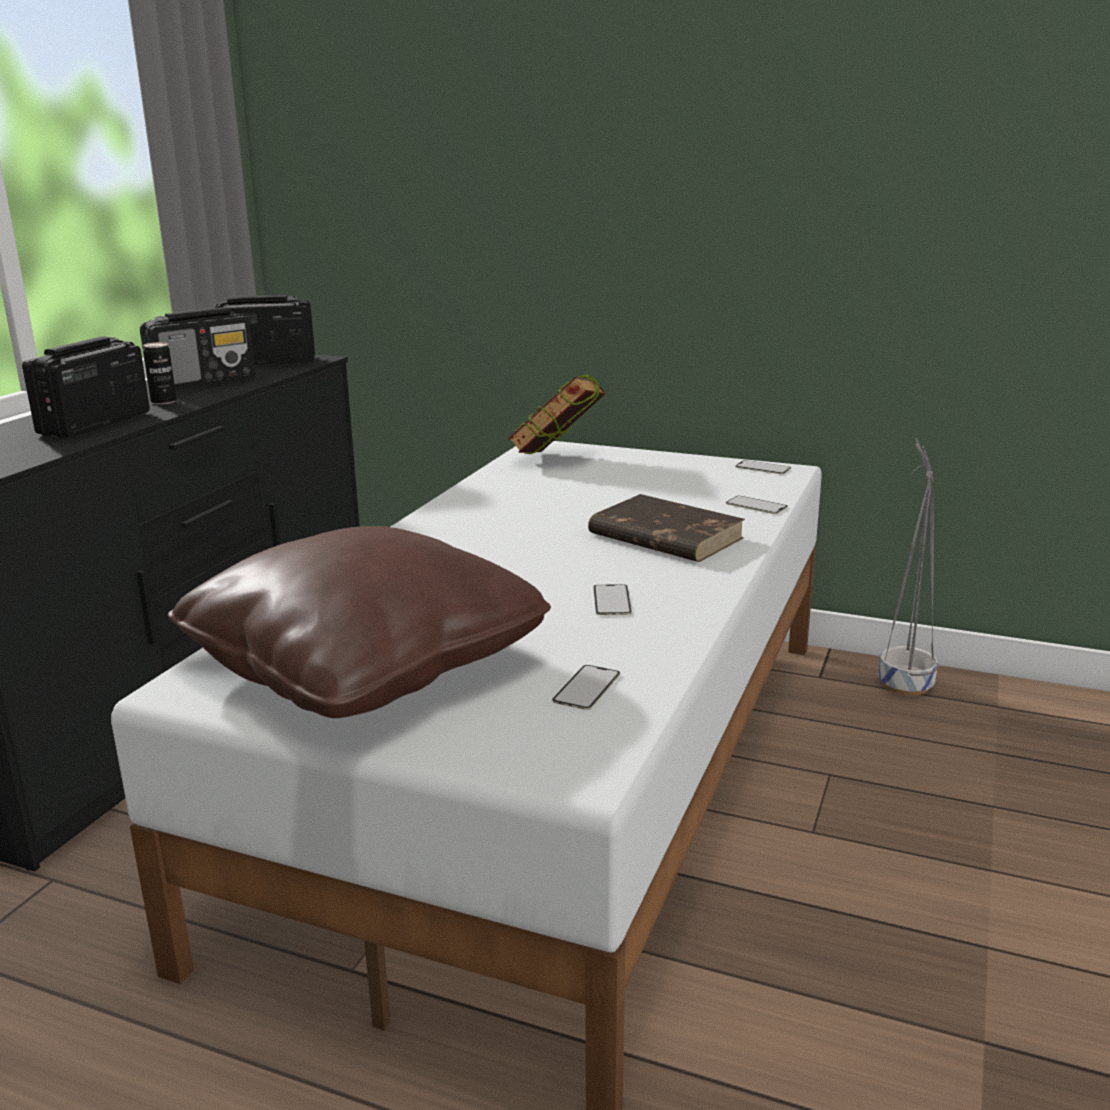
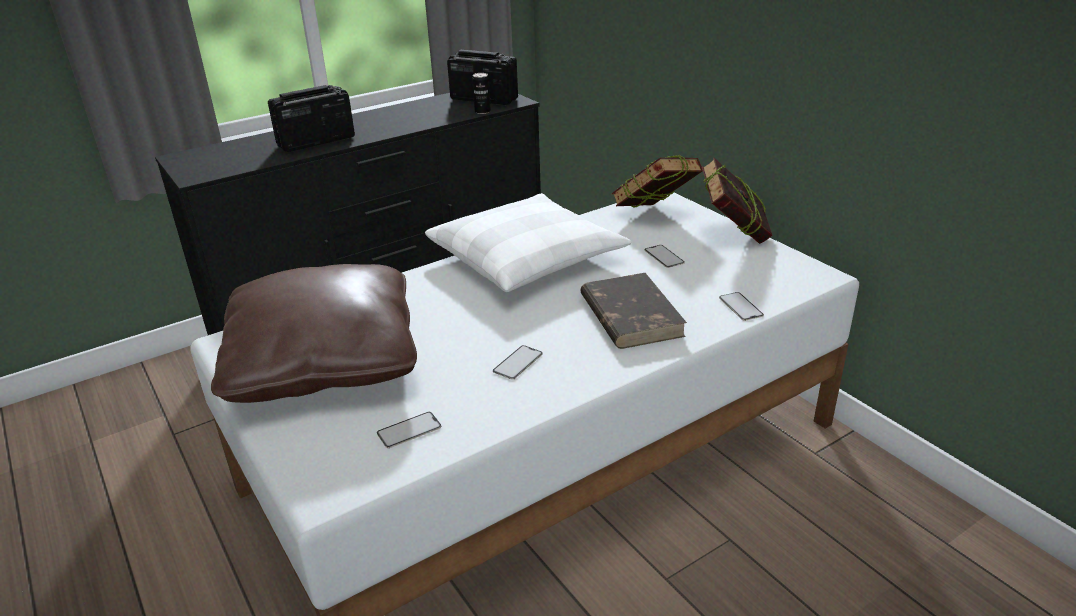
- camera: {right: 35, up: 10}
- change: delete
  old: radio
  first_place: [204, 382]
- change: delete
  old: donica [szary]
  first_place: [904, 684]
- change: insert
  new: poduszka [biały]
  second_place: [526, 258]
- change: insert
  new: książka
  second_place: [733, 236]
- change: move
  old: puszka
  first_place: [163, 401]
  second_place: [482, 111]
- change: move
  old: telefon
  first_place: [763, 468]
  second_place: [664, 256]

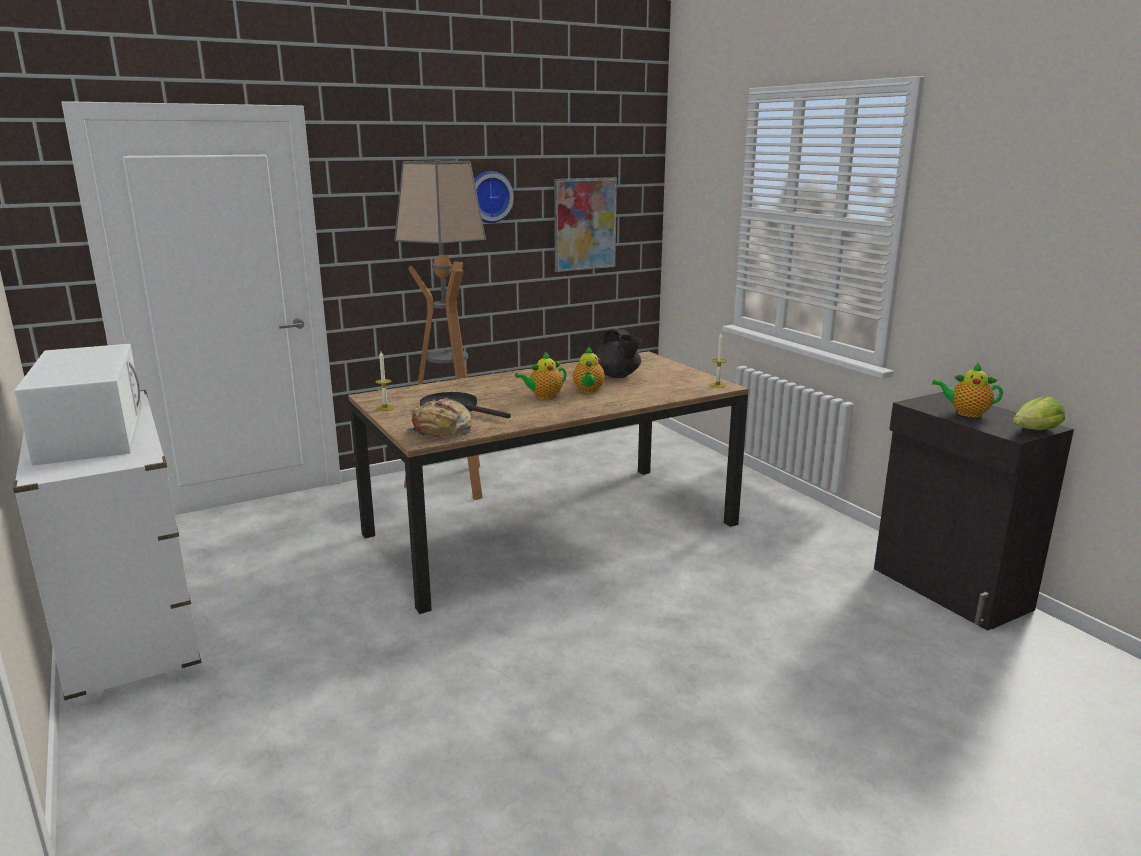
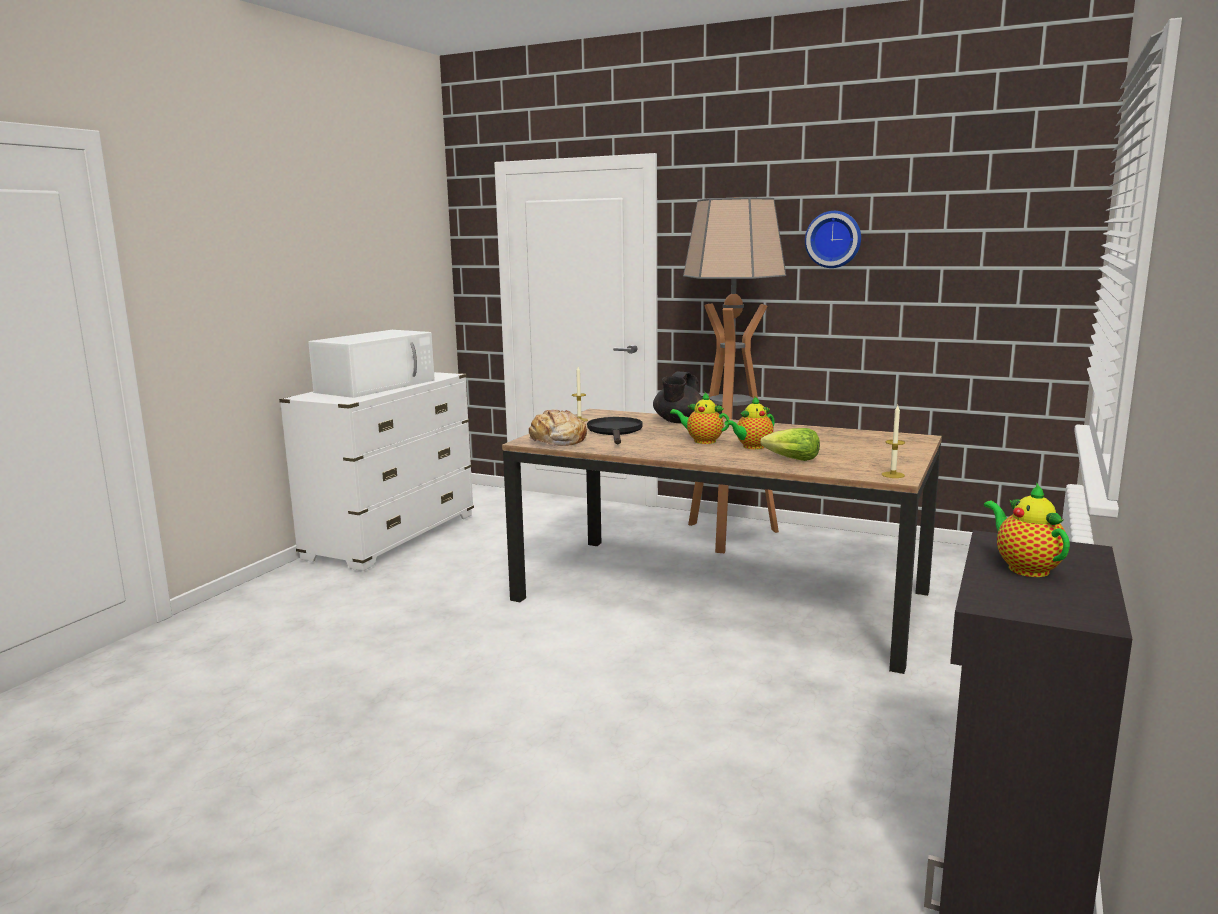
- camera: {right: 55, up: -5}
- change: delete
  old: obraz
  first_place: [584, 224]
- change: move
  old: imbryk [czarny]
  first_place: [617, 376]
  second_place: [678, 421]
- change: move
  old: sałata
  first_place: [1035, 431]
  second_place: [791, 459]

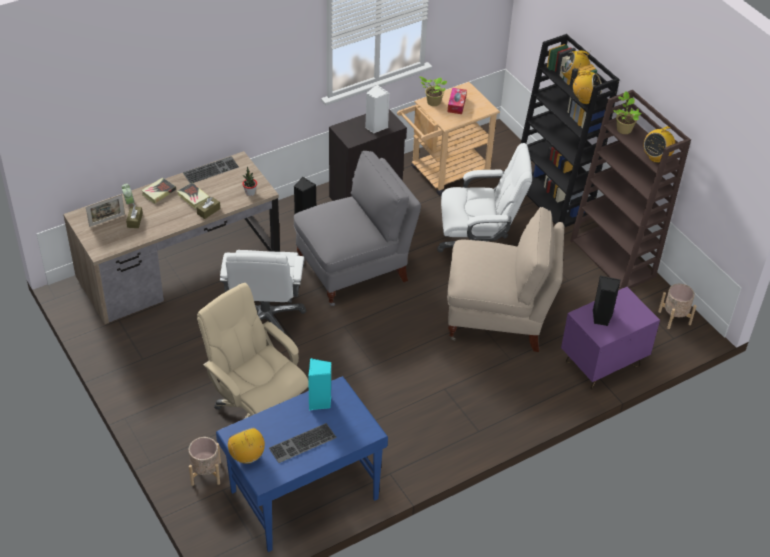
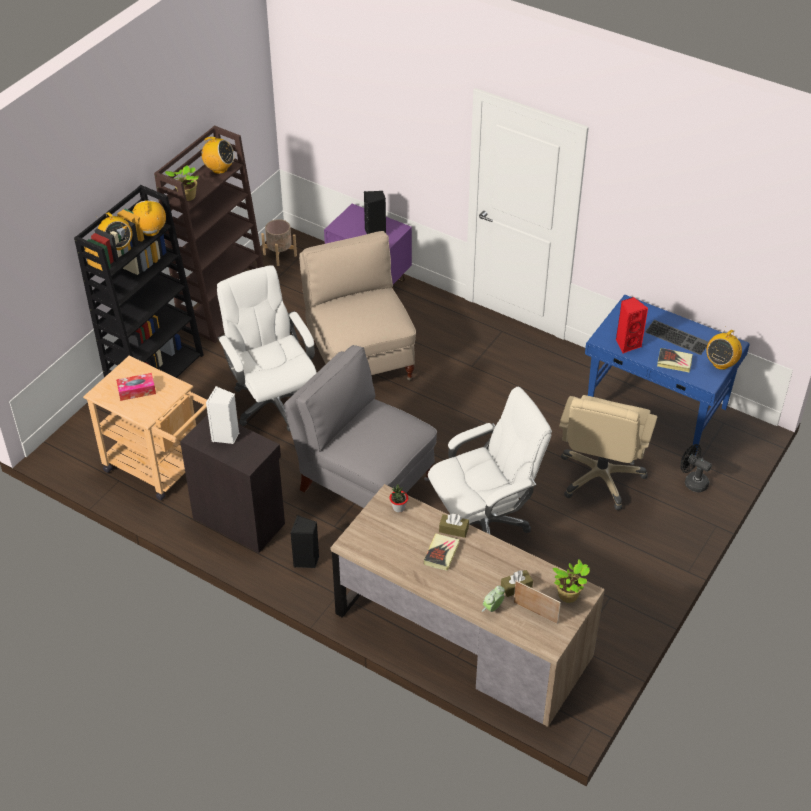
- camera: {right: -115, up: 0}
- change: delete
  old: klawiatura
  first_place: [211, 169]
- change: move
  old: książka
  first_place: [159, 192]
  second_place: [674, 362]
- change: move
  old: roślina doniczkowa
  first_place: [432, 102]
  second_place: [569, 596]
- change: replace
  old: donica [beżowy]
  new: wentylator [czarny]
  first_place: [206, 473]
  second_place: [692, 482]
- change: recolor
  old: głośnik [turkusowy]
  new: głośnik [czerwony]
  first_place: [319, 402]
  second_place: [627, 344]

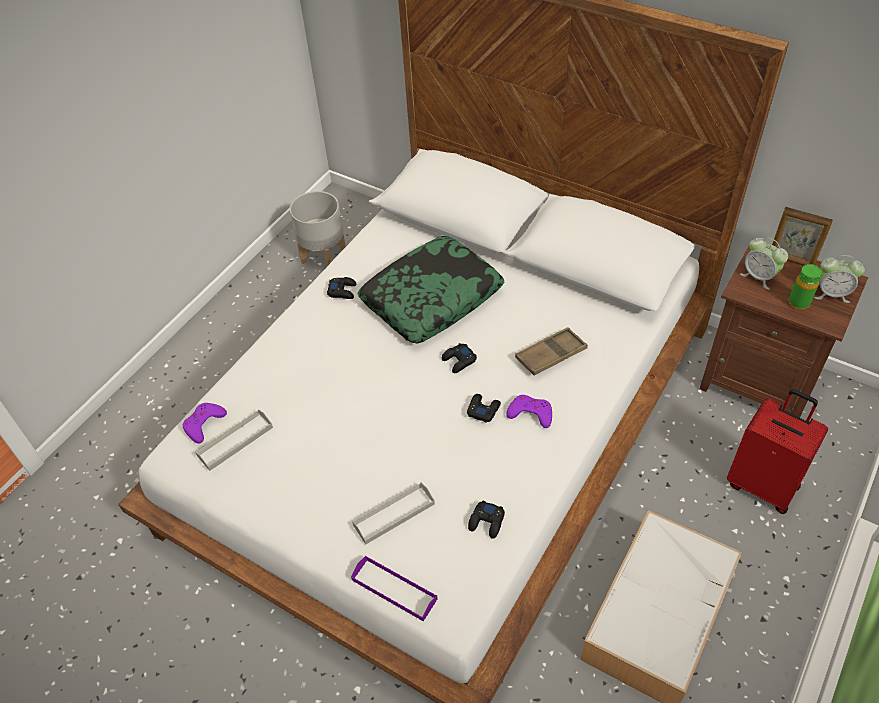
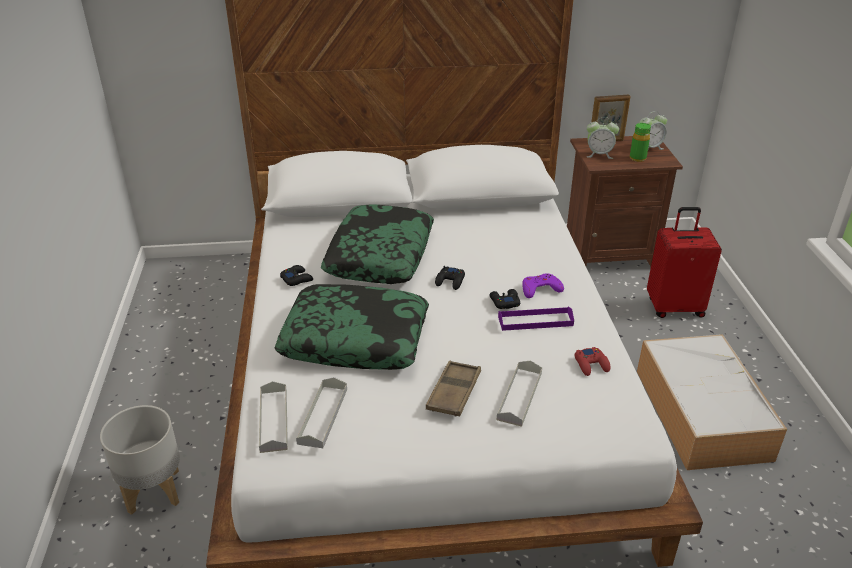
- camera: {right: -40, up: -15}
- change: insert
  new: poduszka
  second_place: [355, 339]
- change: move
  old: donica [szary]
  first_place: [323, 255]
  second_place: [153, 491]
- change: move
  old: taca [fioletowy]
  first_place: [394, 589]
  second_place: [535, 321]
- change: move
  old: taca [brązowy]
  first_place: [551, 355]
  second_place: [454, 392]
- change: replace
  old: pad do gier [fioletowy]
  new: taca [szary]
  first_place: [204, 424]
  second_place: [273, 420]
- change: recolor
  old: pad do gier [czarny]
  new: pad do gier [czerwony]
  first_place: [487, 522]
  second_place: [591, 365]

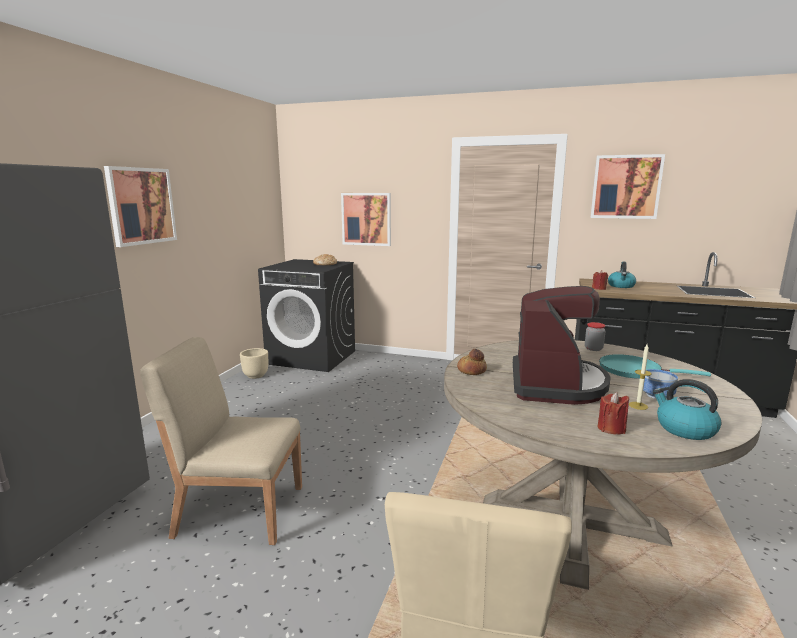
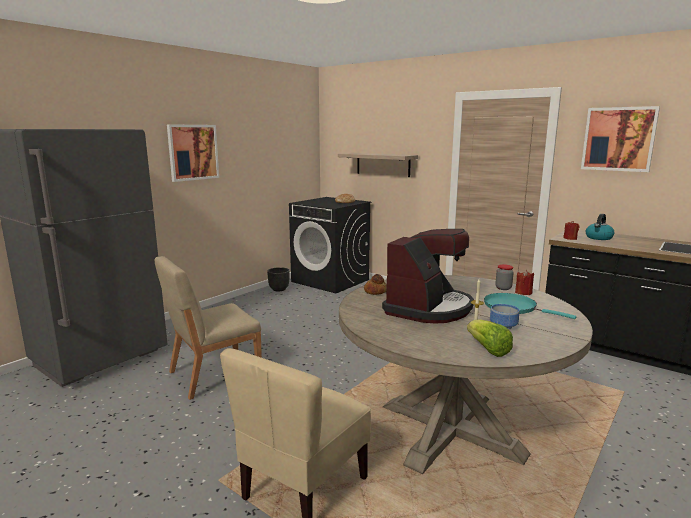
- camera: {right: 20, up: 0}
- change: move
  old: świeca [czerwony]
  first_place: [611, 428]
  second_place: [523, 292]
- change: replace
  old: obraz
  new: półka
  first_place: [366, 219]
  second_place: [383, 164]
- change: replace
  old: czajnik
  new: sałata
  first_place: [684, 429]
  second_place: [488, 349]
- change: recolor
  old: donica [beżowy]
  new: donica [czarny]
  first_place: [256, 375]
  second_place: [279, 289]
- change: rotate
  old: krzesło [beżowy]
  first_place: [239, 510]
  second_place: [213, 374]
  degrees: -60

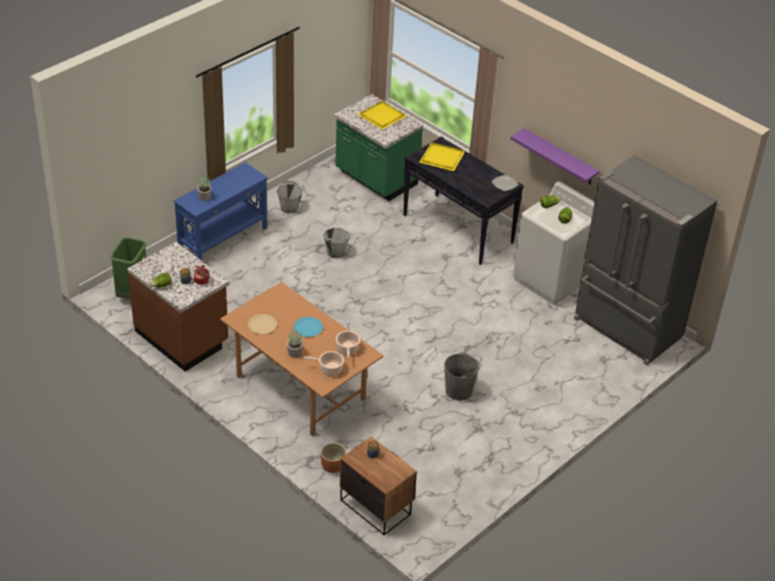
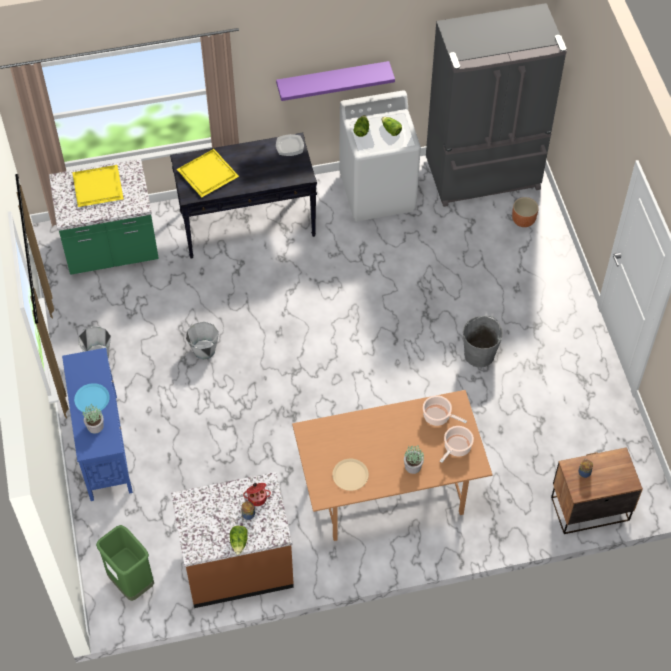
- camera: {right: -55, up: 15}
- change: move
  old: talerz [niebieski]
  first_place: [308, 327]
  second_place: [92, 399]
- change: move
  old: donica [brązowy]
  first_place: [333, 466]
  second_place: [523, 220]

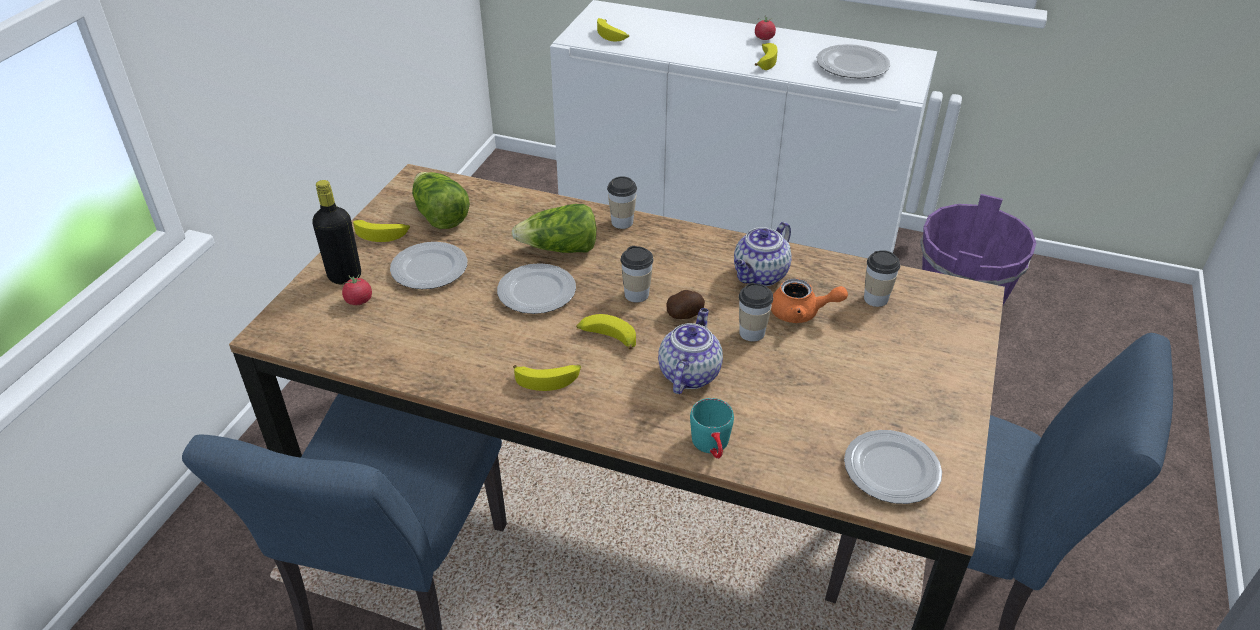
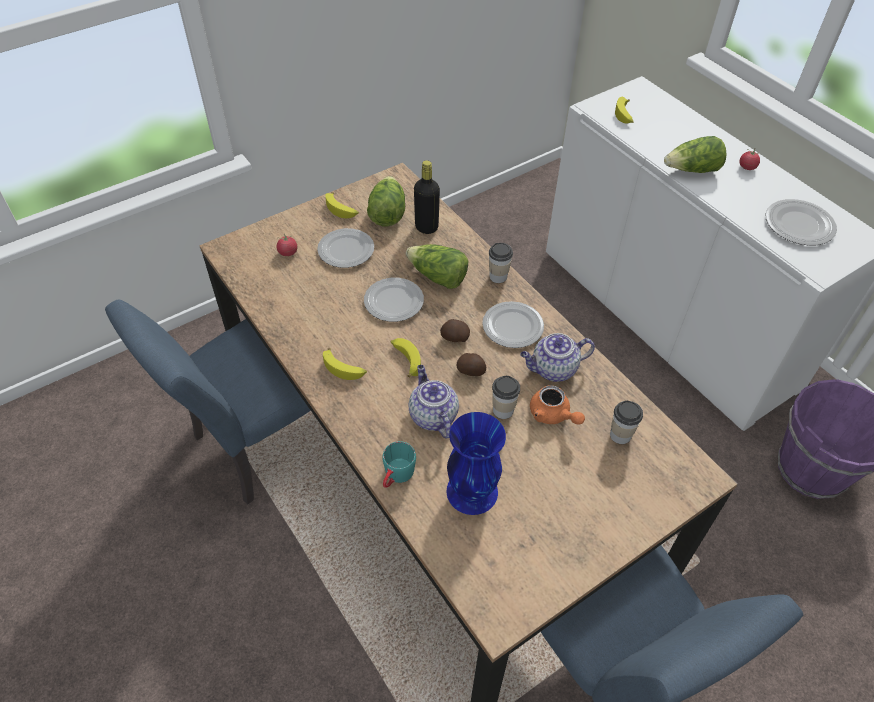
- camera: {right: 35, up: 10}
- change: delete
  old: banan
  first_place: [764, 60]
- change: insert
  new: wazon [niebieski]
  second_place: [472, 490]
- change: insert
  new: sałata
  second_place: [692, 170]
- change: move
  old: butelka [czarny]
  first_place: [345, 276]
  second_place: [426, 227]
- change: move
  old: talerz
  first_place: [891, 471]
  second_place: [512, 327]
- change: replace
  old: filiżanka
  new: ziemniak
  first_place: [636, 294]
  second_place: [454, 338]
- change: rotate
  old: imbryk
  first_place: [689, 373]
  second_place: [432, 415]
  degrees: -75

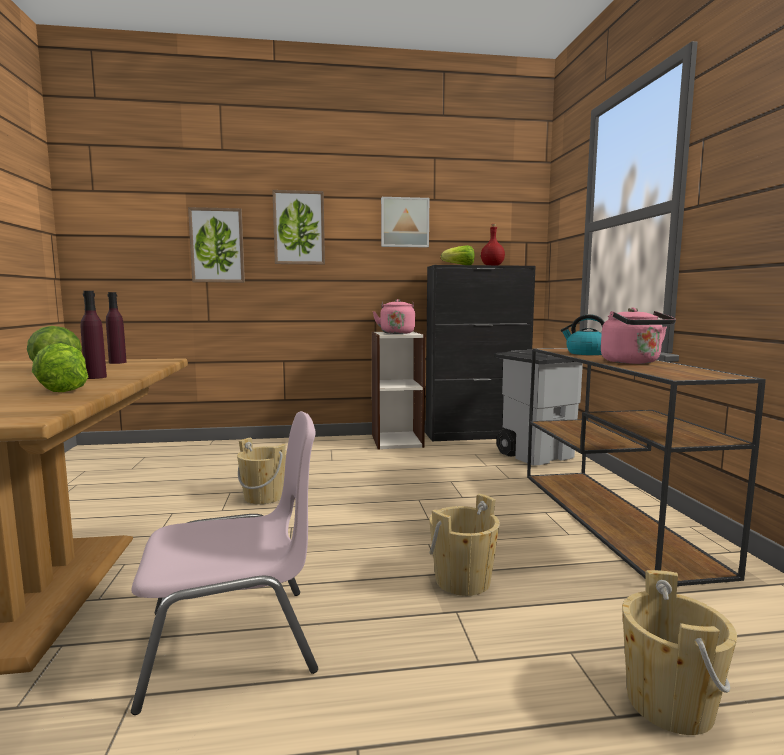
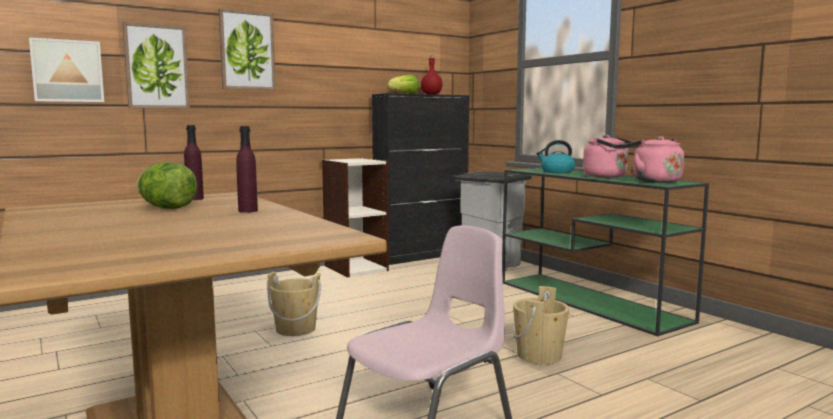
- camera: {right: -25, up: 0}
- change: delete
  old: sałata
  first_place: [65, 389]
- change: delete
  old: wiadro [beżowy]
  first_place: [669, 703]
- change: move
  old: czajnik [różowy]
  first_place: [397, 333]
  second_place: [653, 181]
- change: move
  old: obraz
  first_place: [404, 222]
  second_place: [67, 71]
- change: recolor
  old: stolik konsolowy [brązowy]
  new: stolik konsolowy [zielony]
  first_place: [613, 518]
  second_place: [591, 301]

